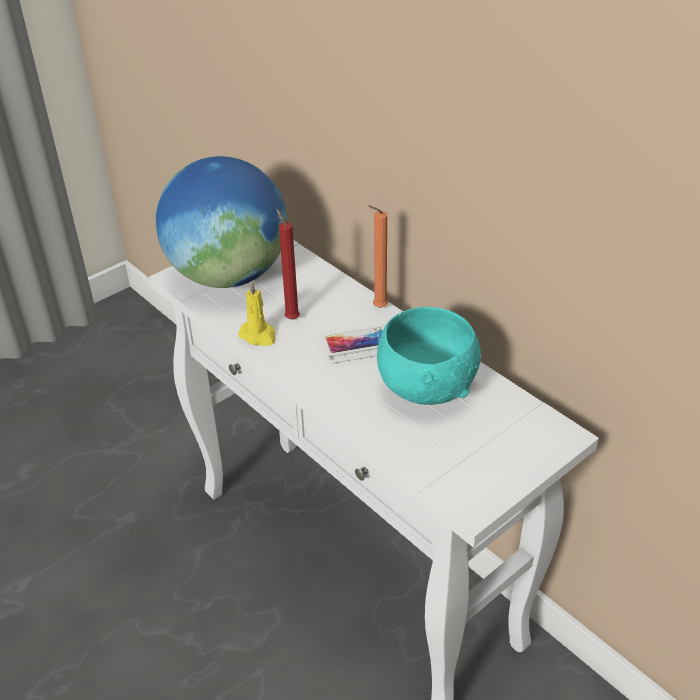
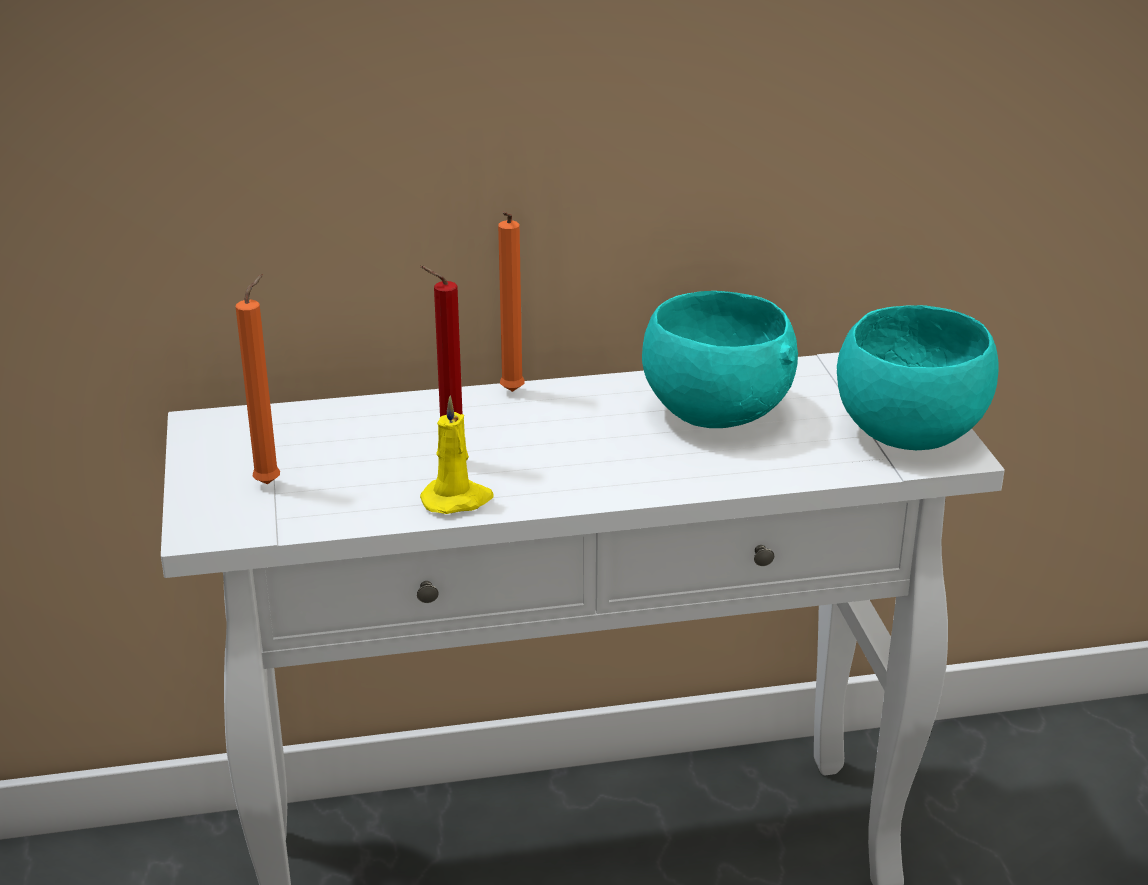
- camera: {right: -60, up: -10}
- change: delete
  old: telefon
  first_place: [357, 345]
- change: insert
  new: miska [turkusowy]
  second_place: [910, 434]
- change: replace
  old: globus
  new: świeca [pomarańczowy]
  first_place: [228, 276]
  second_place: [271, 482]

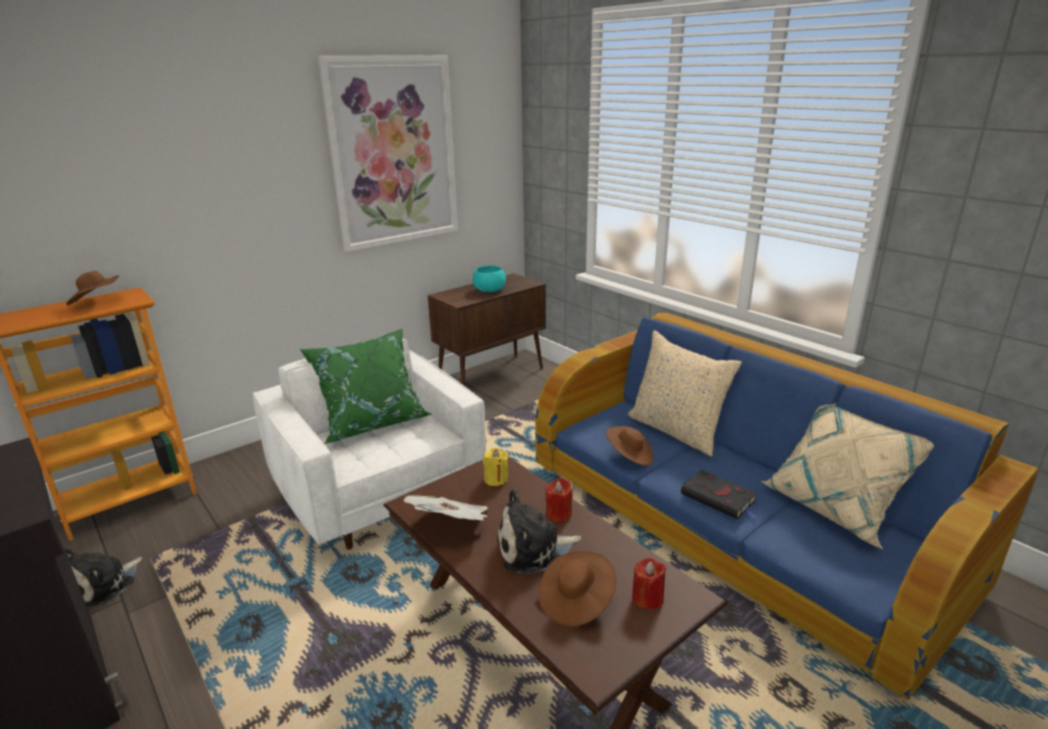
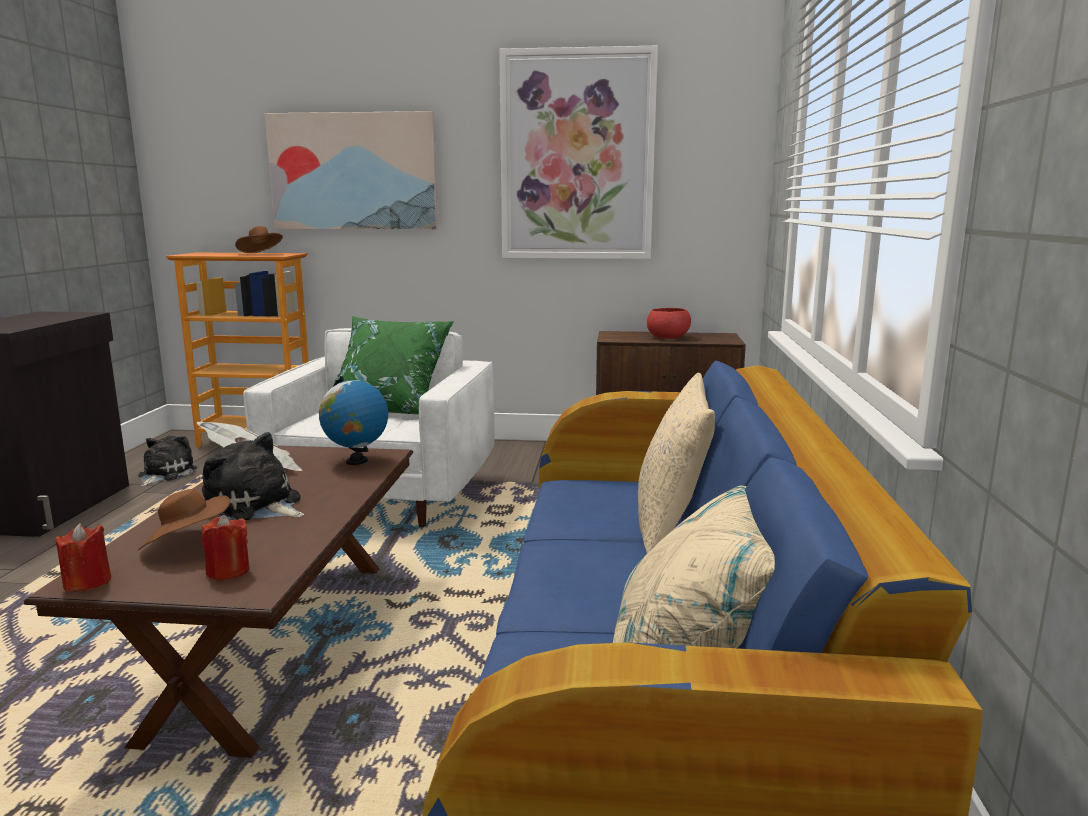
- camera: {right: 45, up: -10}
- change: delete
  old: kapelusz [brązowy]
  first_place: [629, 456]
- change: delete
  old: książka [czarny]
  first_place: [719, 499]
- change: insert
  new: obraz
  second_place: [353, 172]
- change: move
  old: świeca [czerwony]
  first_place: [558, 513]
  second_place: [87, 582]
- change: replace
  old: świeca [żółty]
  new: globus
  first_place: [496, 479]
  second_place: [356, 461]
- change: recolor
  old: miska [turkusowy]
  new: miska [czerwony]
  first_place: [489, 290]
  second_place: [667, 337]
- change: rotate
  old: pluszak
  first_place: [105, 584]
  second_place: [164, 474]
  degrees: 120

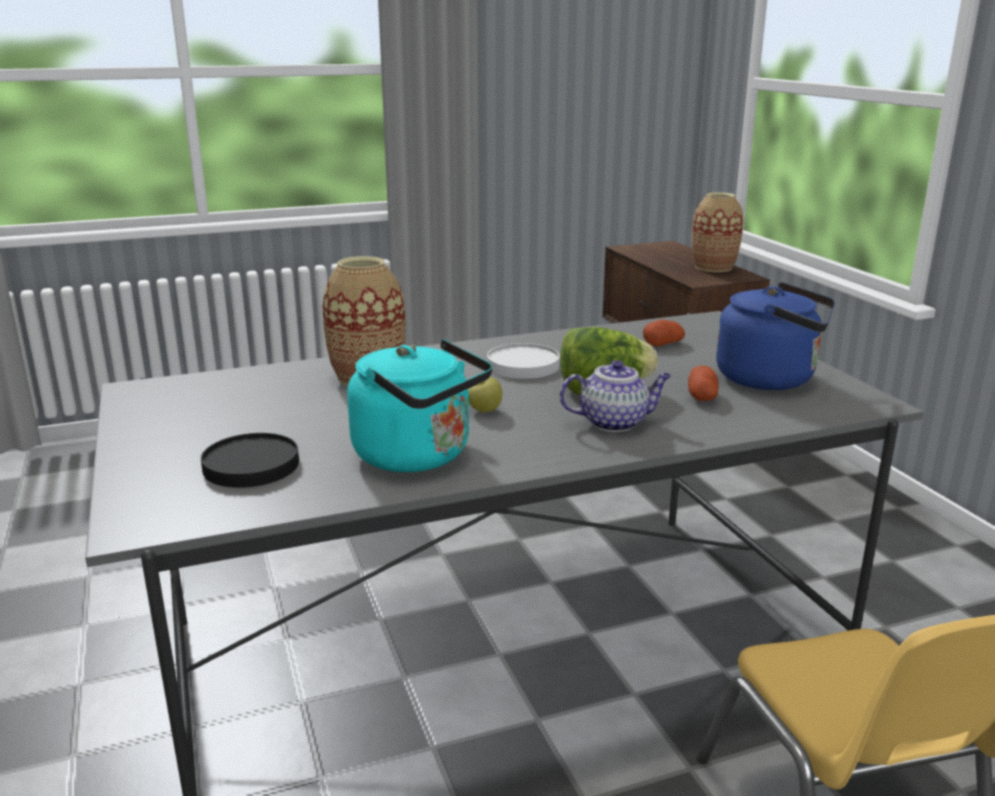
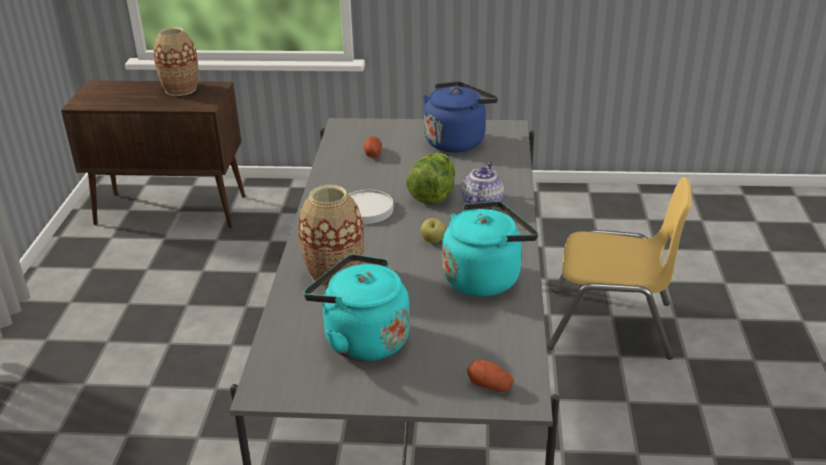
- camera: {right: -65, up: 10}
- change: delete
  old: talerz [czarny]
  first_place: [251, 465]
- change: insert
  new: czajnik [turkusowy]
  second_place: [361, 340]
- change: move
  old: ziemniak
  first_place: [702, 397]
  second_place: [490, 385]

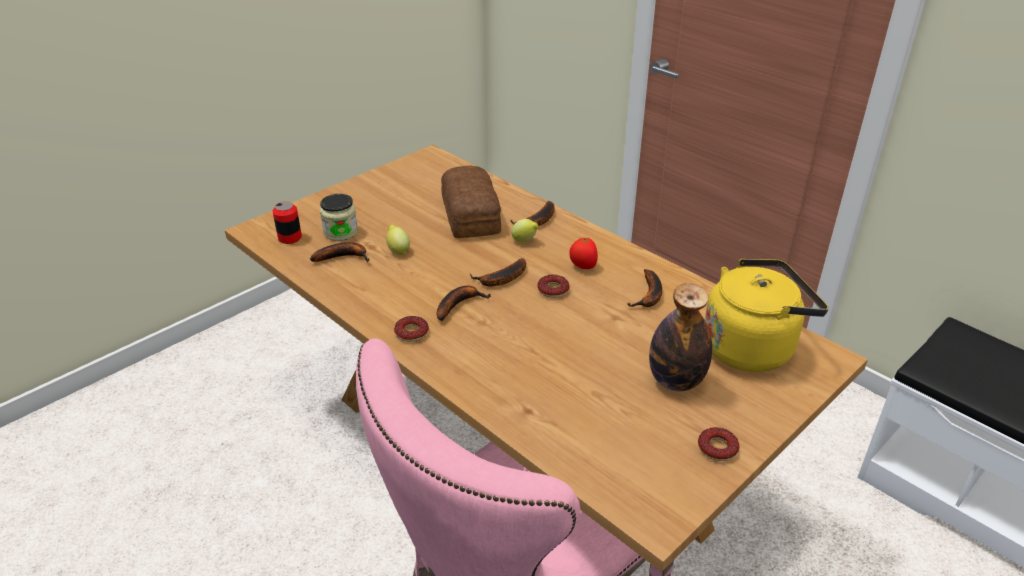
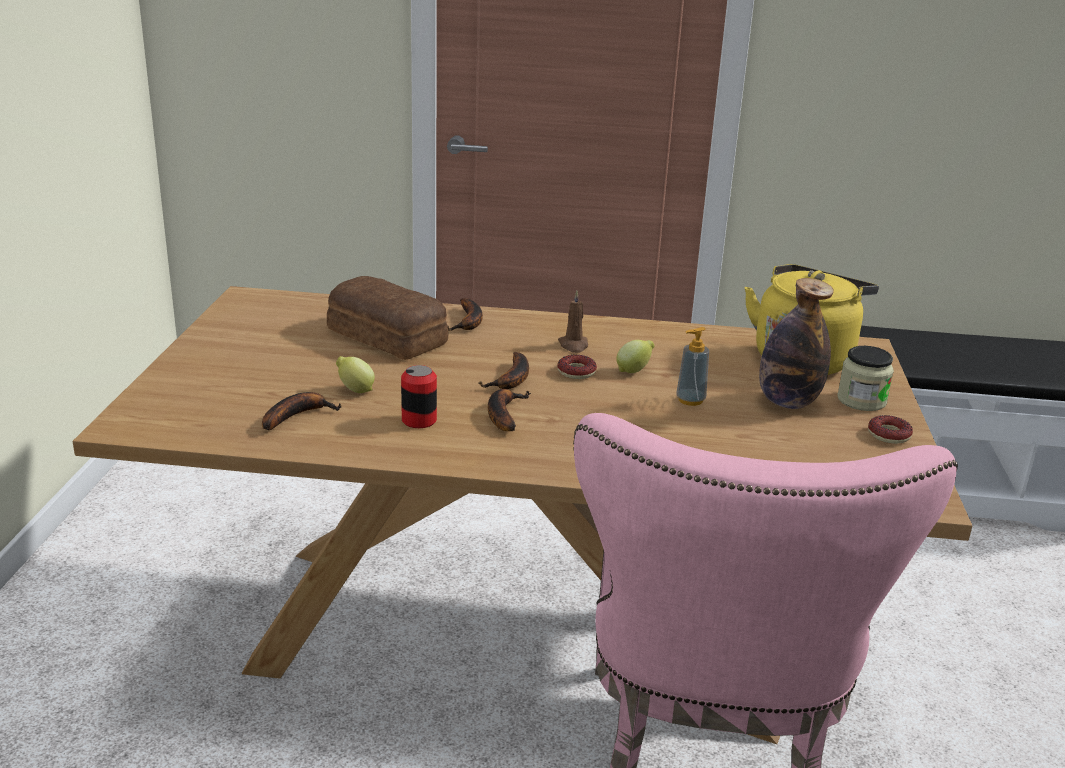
- camera: {right: -40, up: -10}
- change: delete
  old: donut
  first_place: [411, 332]
- change: delete
  old: banan
  first_place: [649, 296]
- change: insert
  new: dozownik mydła
  second_place: [690, 400]
- change: move
  old: puszka
  first_place: [290, 238]
  second_place: [419, 420]
- change: move
  old: słoik
  first_place: [340, 232]
  second_place: [861, 400]
- change: move
  old: cytryna
  first_place: [525, 241]
  second_place: [634, 371]
- change: replace
  old: pomidor
  new: świeca [brązowy]
  first_place: [582, 266]
  second_place: [573, 345]

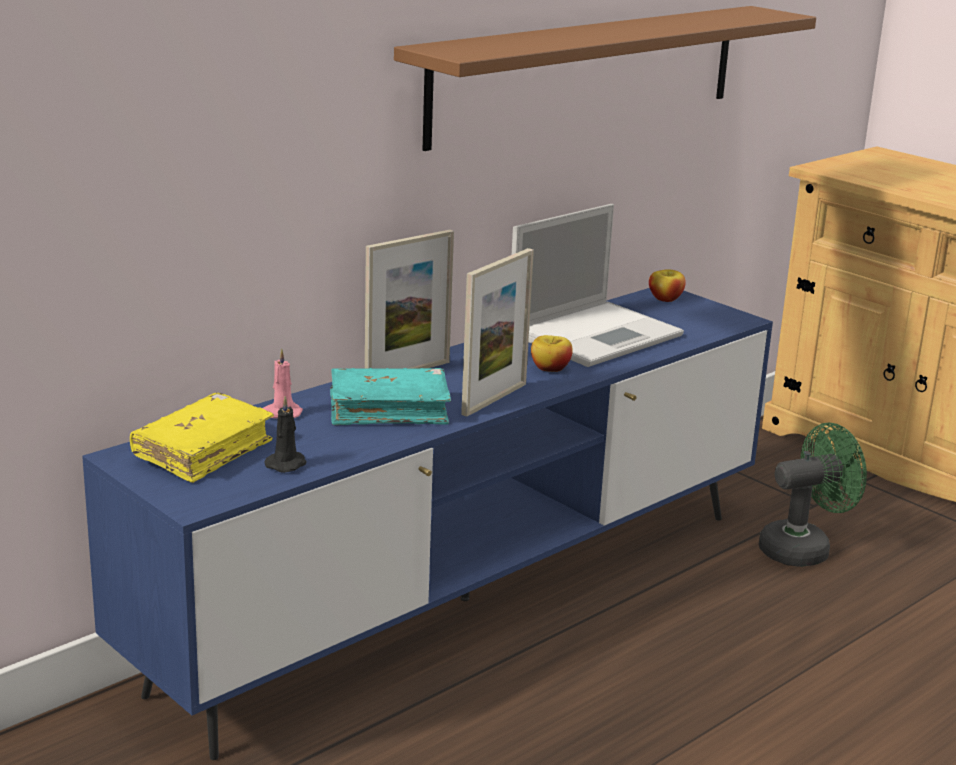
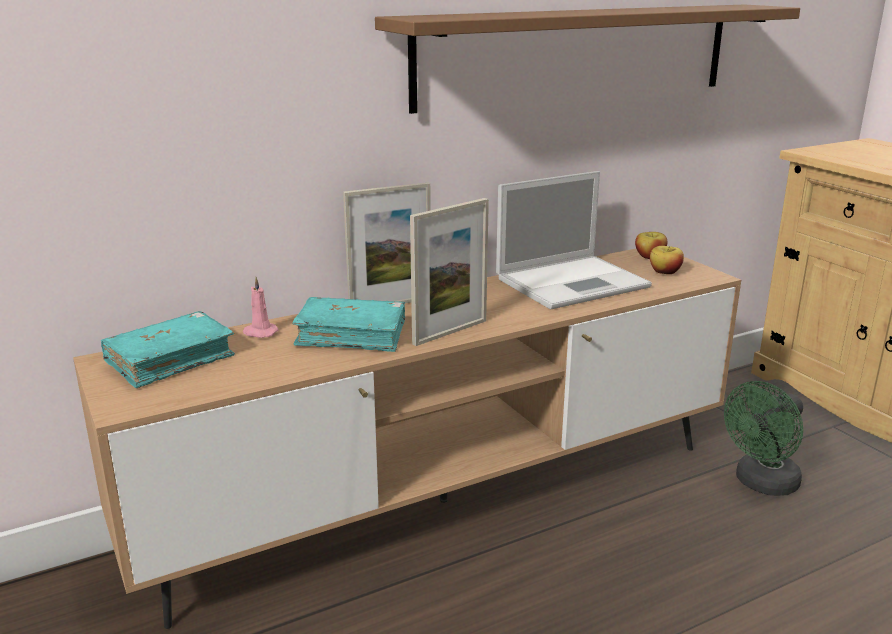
- camera: {right: 15, up: 0}
- change: delete
  old: świeca [czarny]
  first_place: [287, 464]
- change: move
  old: jabłko
  first_place: [550, 369]
  second_place: [665, 272]
- change: recolor
  old: szafka pod telewizor [niebieski]
  new: szafka pod telewizor [brązowy]
  first_place: [465, 599]
  second_place: [444, 501]
- change: recolor
  old: książka [żółty]
  new: książka [turkusowy]
  first_place: [203, 451]
  second_place: [170, 360]
- change: rotate
  old: wentylator [zielony]
  first_place: [803, 548]
  second_place: [761, 484]
  degrees: 150

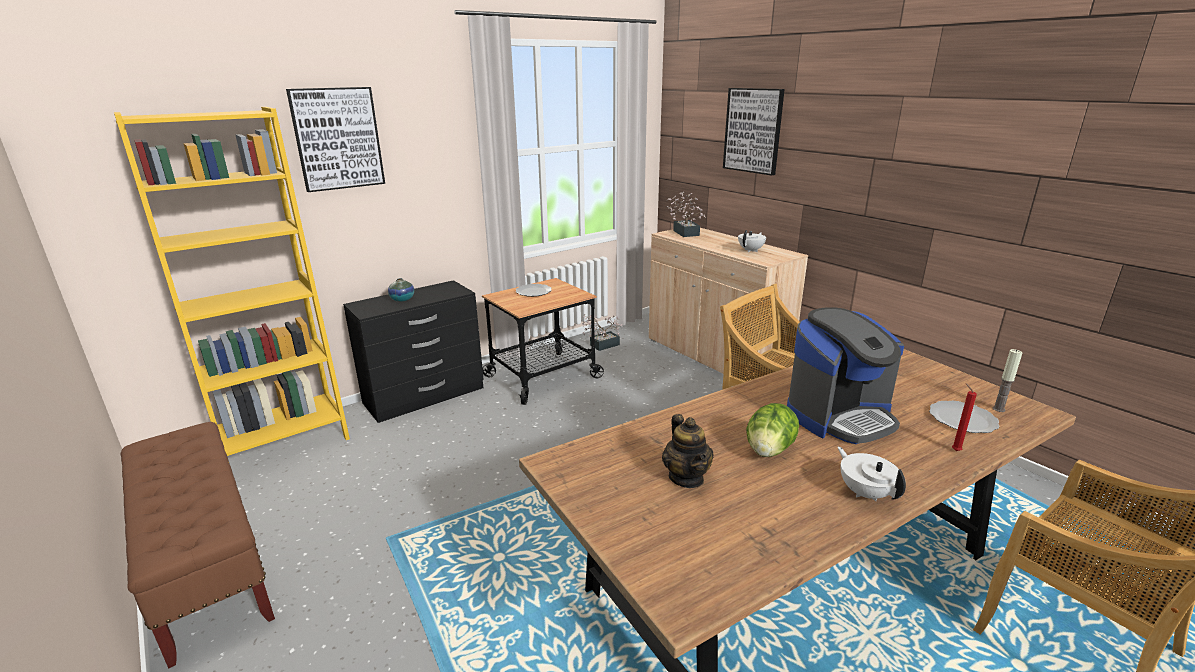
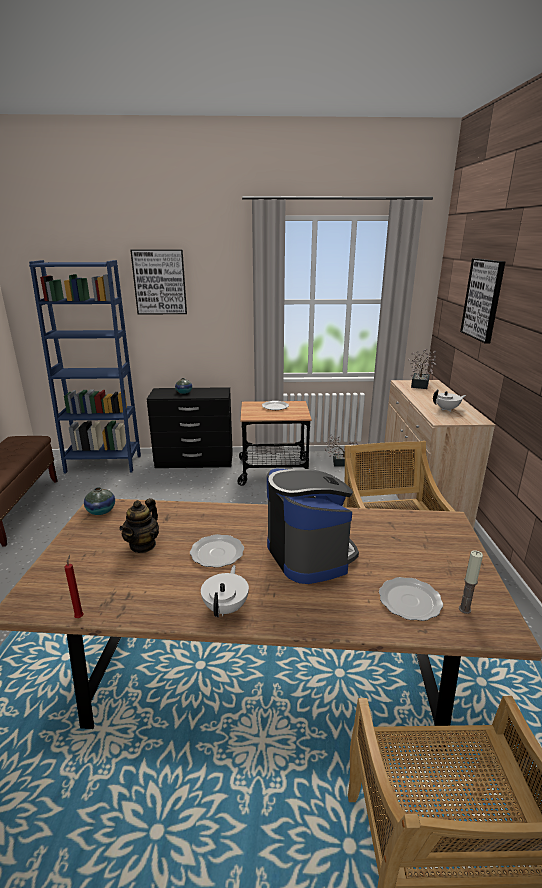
- camera: {right: 35, up: 0}
- change: insert
  new: wazon
  second_place: [101, 511]
- change: move
  old: świeca [czerwony]
  first_place: [954, 450]
  second_place: [80, 616]
- change: replace
  old: sałata
  new: talerz
  first_place: [769, 450]
  second_place: [218, 553]
- change: recolor
  old: regał [żółty]
  new: regał [niebieski]
  first_place: [285, 443]
  second_place: [103, 464]
- change: rotate
  old: ekspres do kawy
  first_place: [840, 416]
  second_place: [310, 554]
  degrees: -120

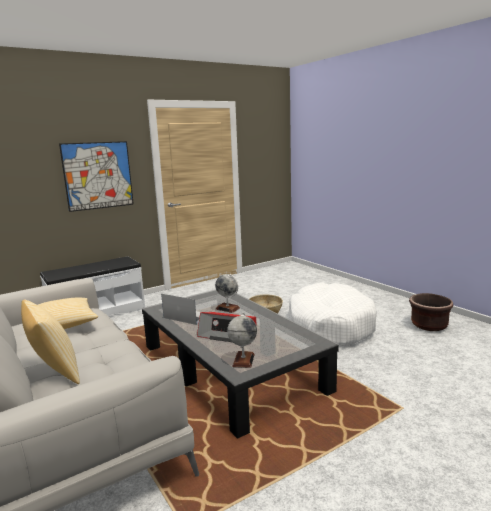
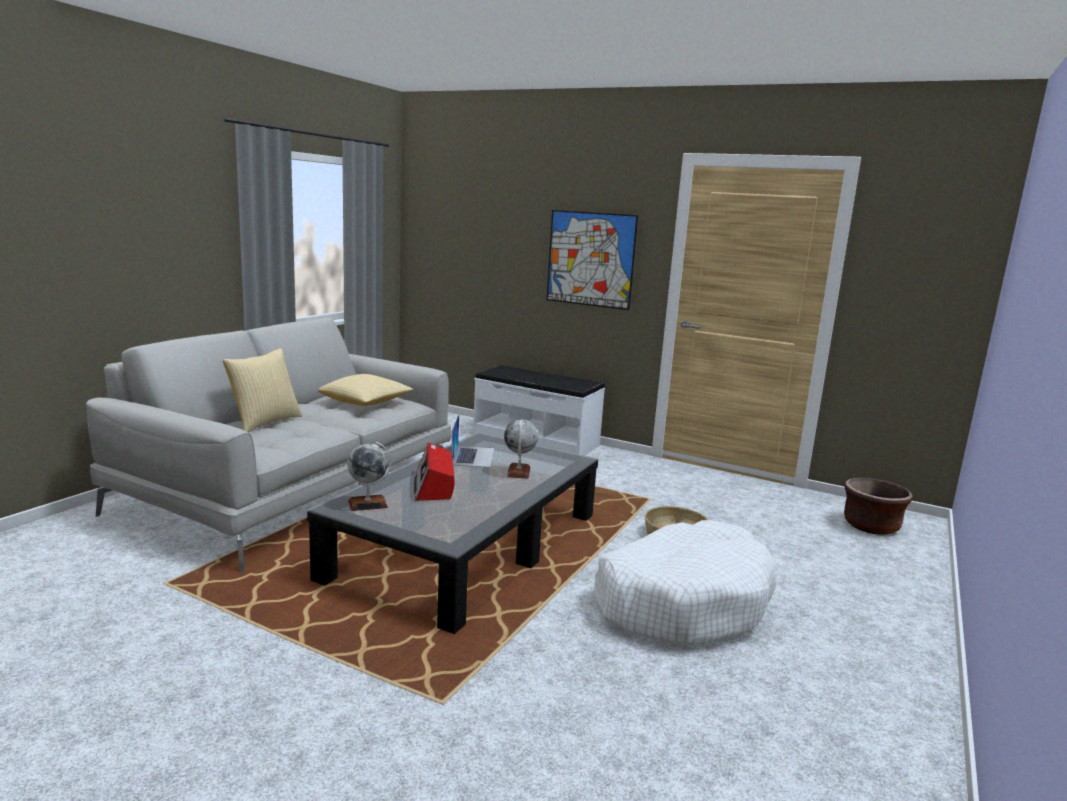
- camera: {right: 60, up: 0}
- change: move
  old: donica [brązowy]
  first_place: [429, 325]
  second_place: [871, 526]

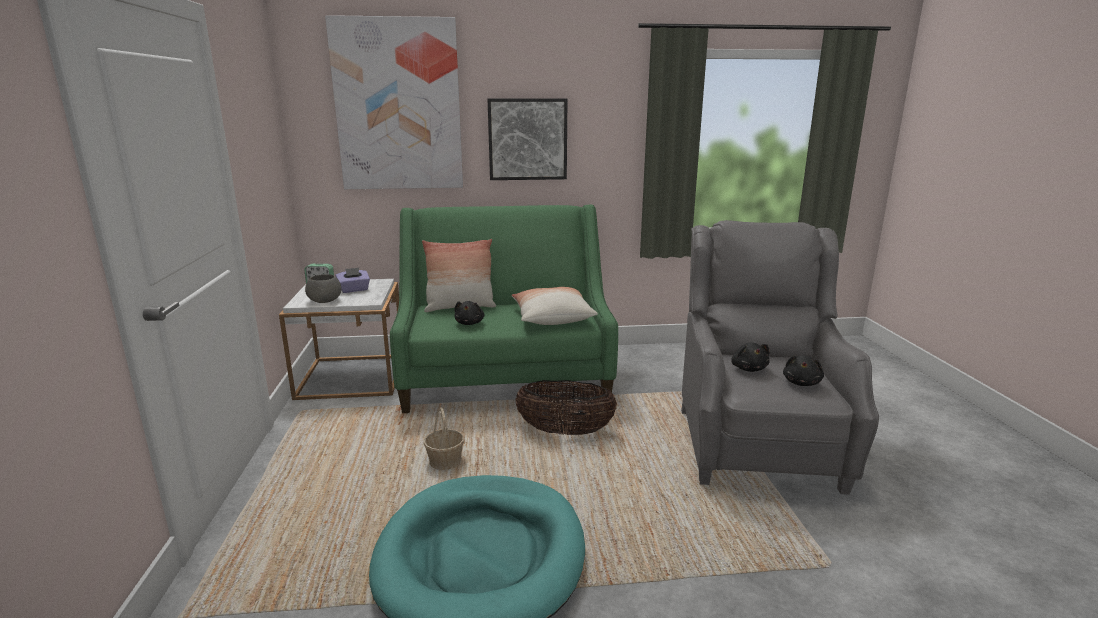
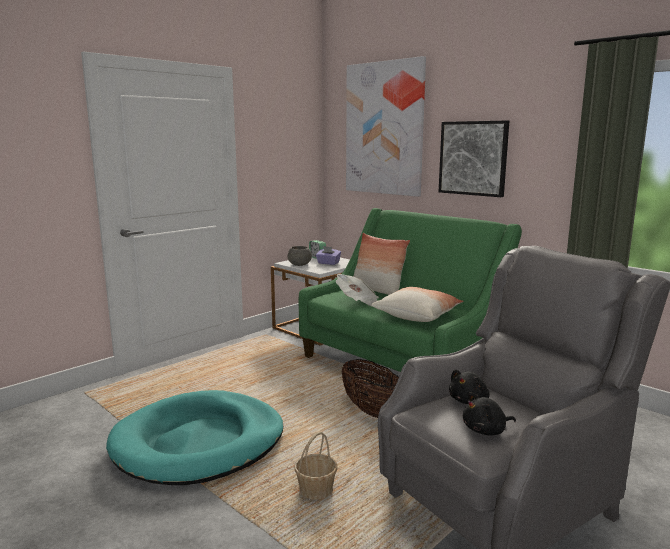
- camera: {right: 50, up: -5}
- change: move
  old: koszyk
  first_place: [445, 462]
  second_place: [316, 490]
- change: replace
  old: pluszak [czarny]
  new: gazeta
  first_place: [470, 323]
  second_place: [357, 301]

